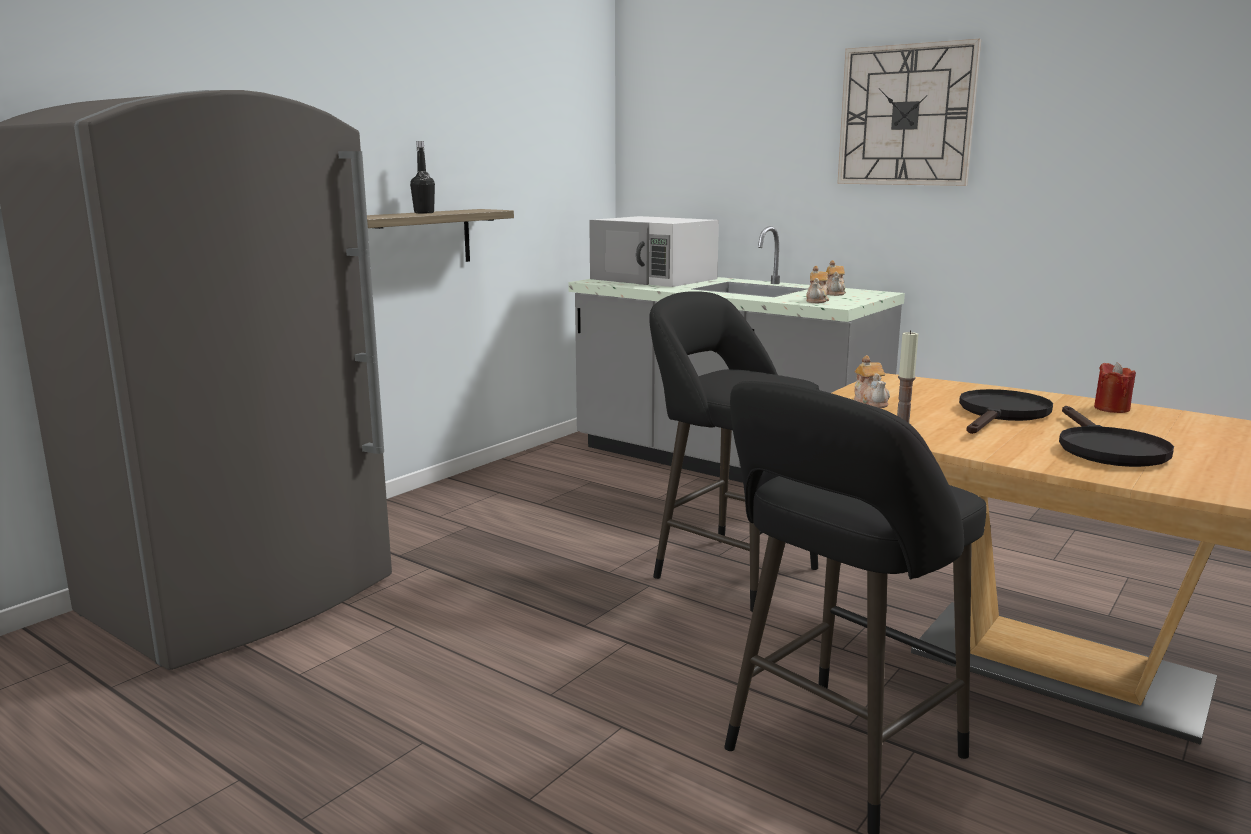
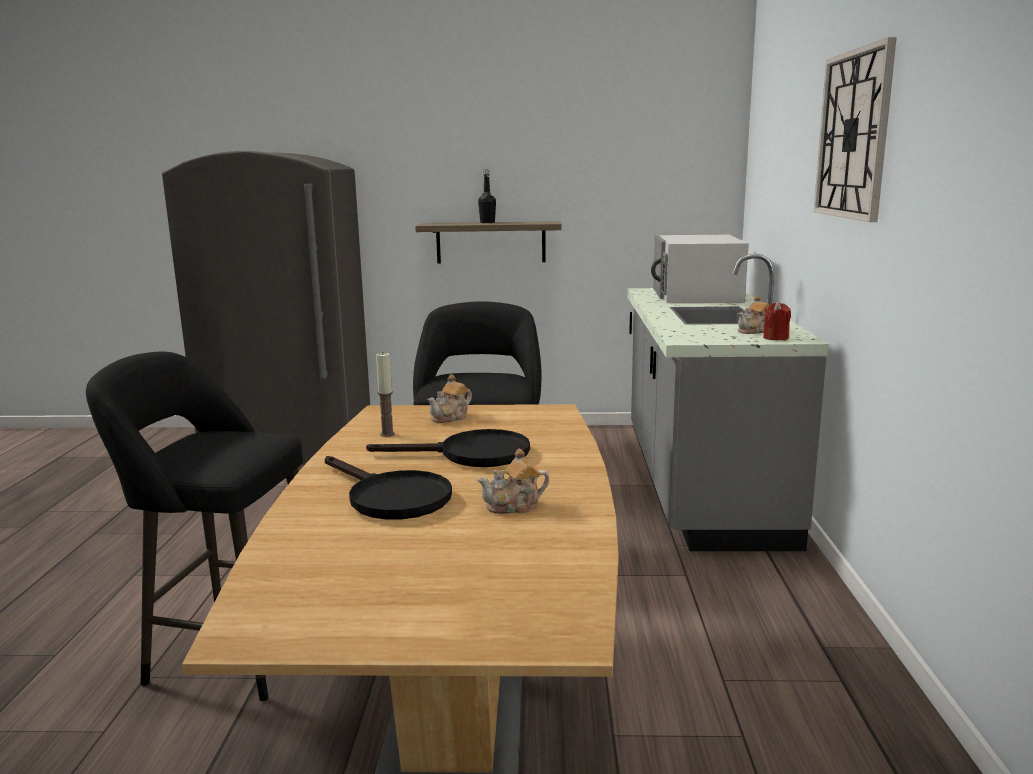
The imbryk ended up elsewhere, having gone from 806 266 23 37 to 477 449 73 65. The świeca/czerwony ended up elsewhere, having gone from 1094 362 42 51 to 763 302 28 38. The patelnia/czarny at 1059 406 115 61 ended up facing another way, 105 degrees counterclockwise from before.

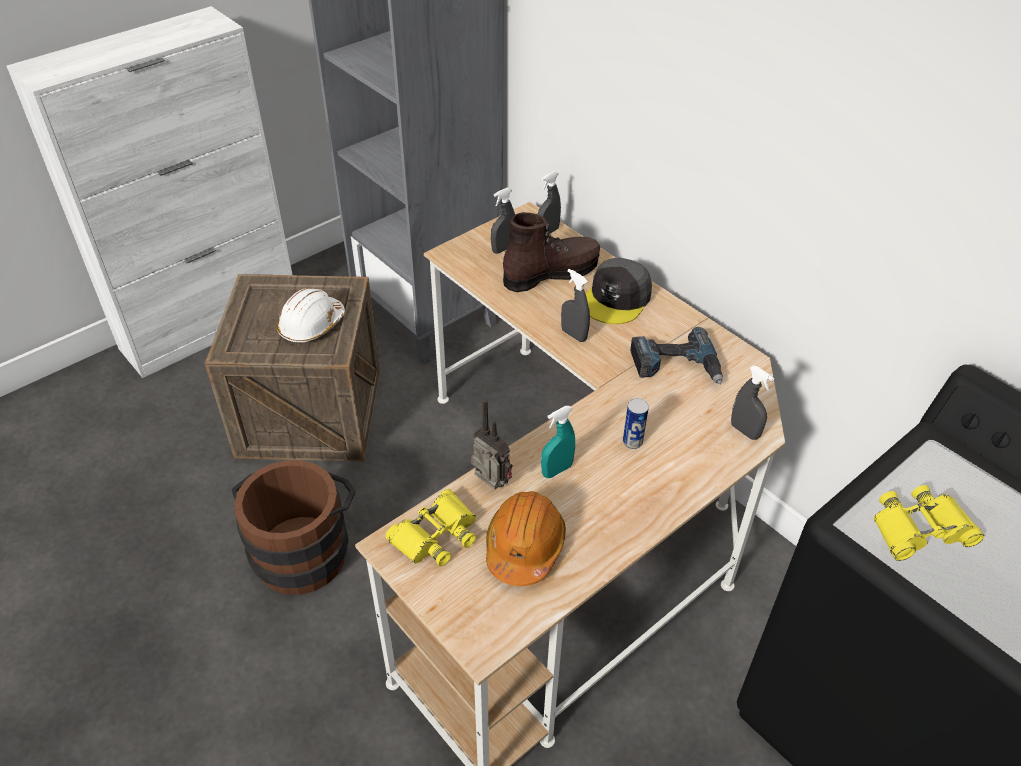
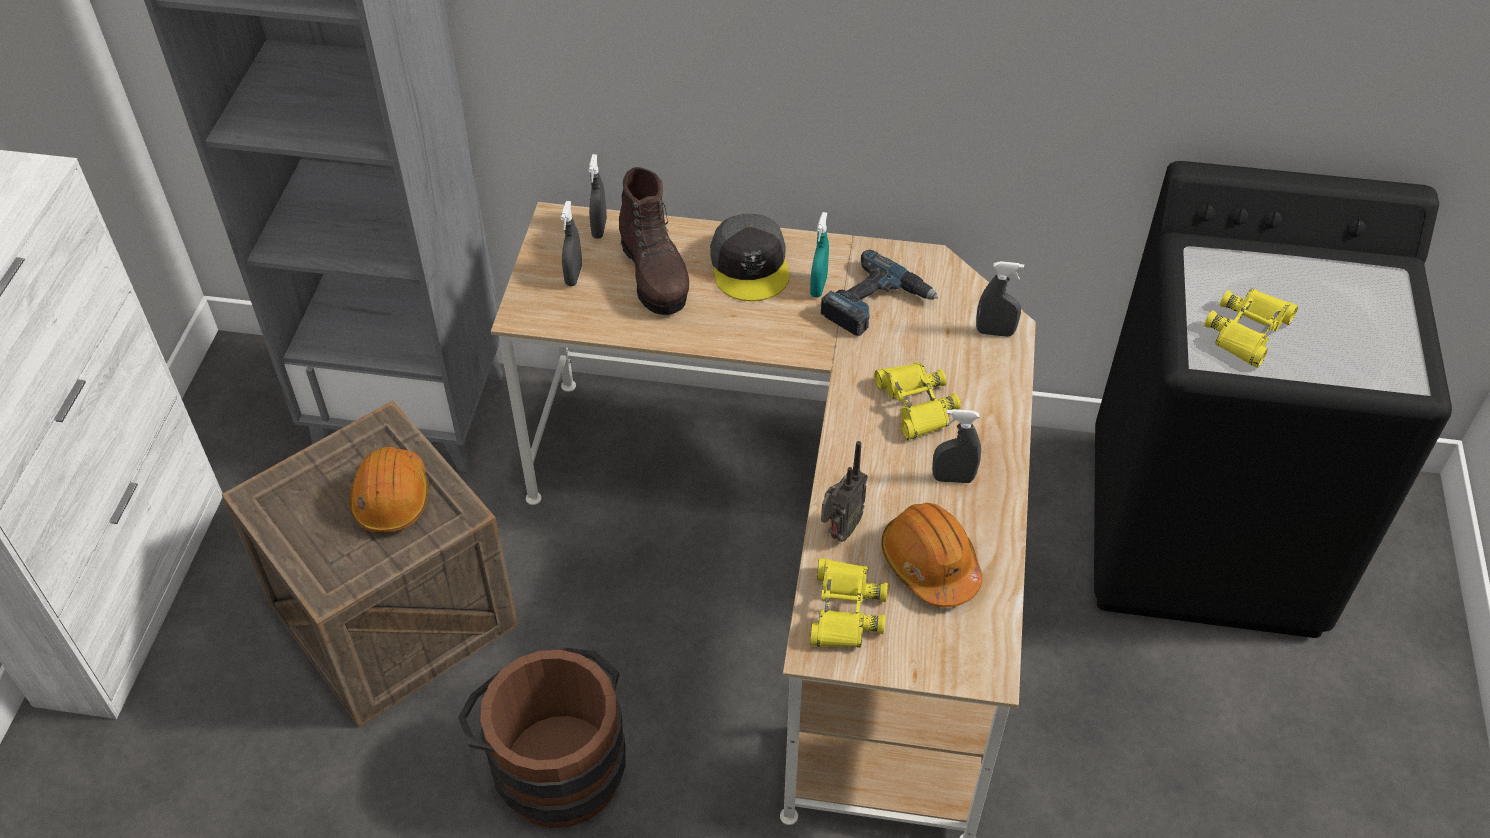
The spryskiwacz/turkusowy ended up elsewhere, having gone from 541 406 34 72 to 810 212 19 86. The spryskiwacz/szary ended up elsewhere, having gone from 561 269 29 73 to 932 409 49 74. Where the puszka stood at 623 398 26 51, the lornetka/żółty came to stand at 874 363 86 77. What was the kask/biały at 277 288 68 55 turned into the kask/pomarańczowy at 349 447 80 86. The radio at 470 399 43 90 ended up facing another way, 120 degrees clockwise from before. The but z cholewką/brązowy at 503 212 97 80 ended up facing another way, 135 degrees clockwise from before.

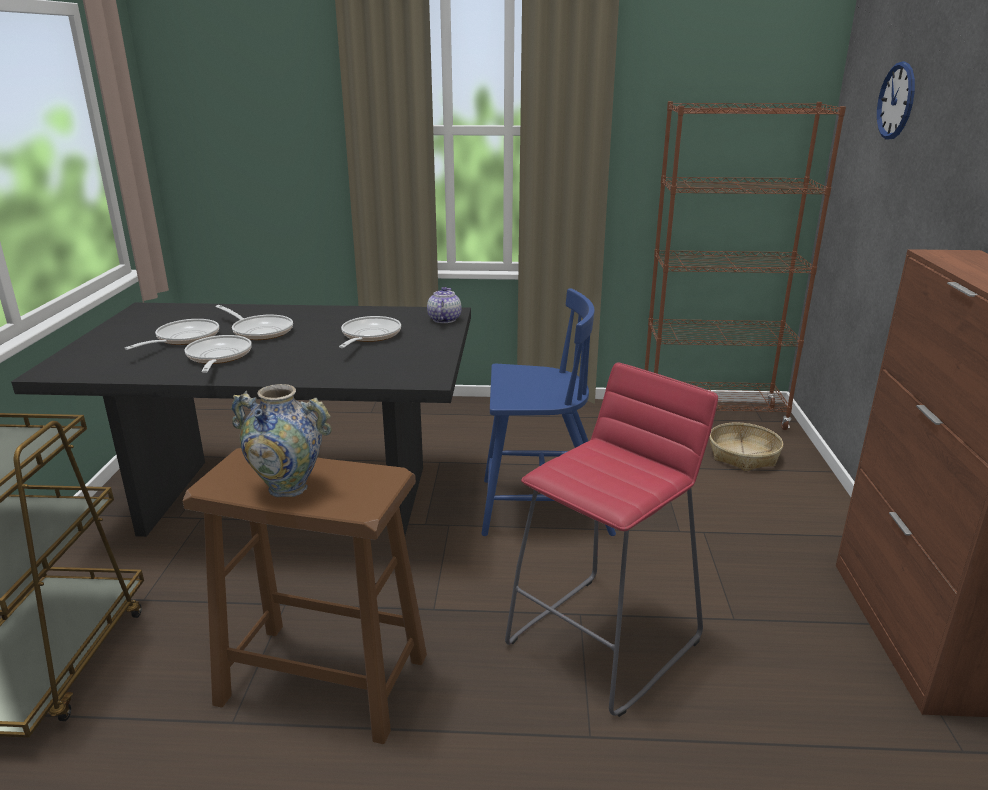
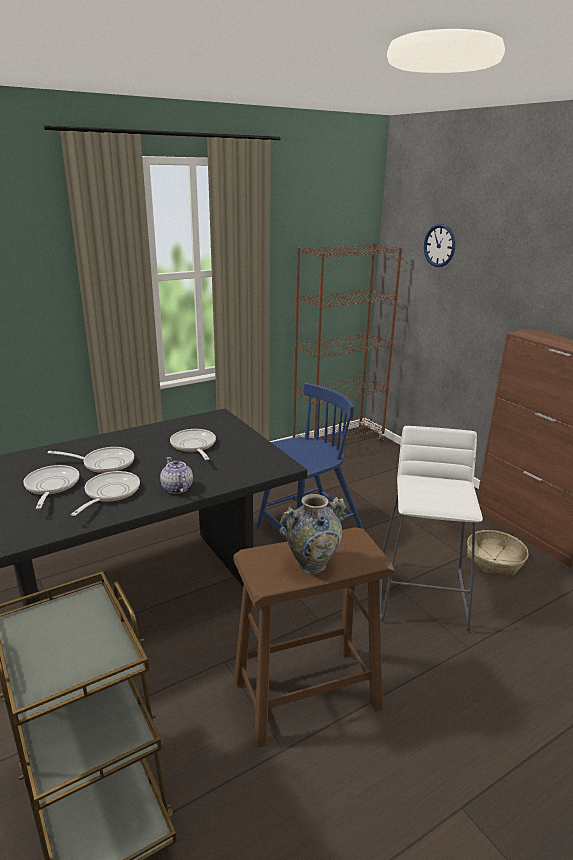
The imbryk ended up elsewhere, having gone from 427 287 35 36 to 160 457 33 37. The koszyk ended up elsewhere, having gone from 709 423 74 48 to 467 530 61 46. What was the stołek/czerwony at 505 363 213 354 turned into the stołek/biały at 379 426 104 205. The patelnia at 184 335 68 38 ended up facing another way, 60 degrees clockwise from before.

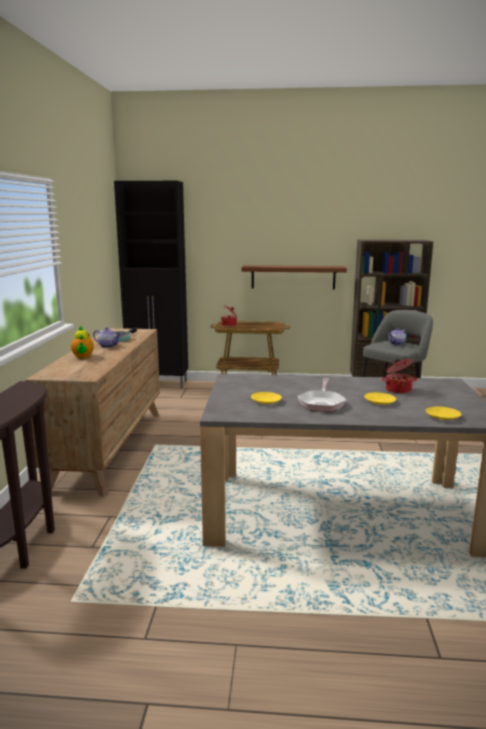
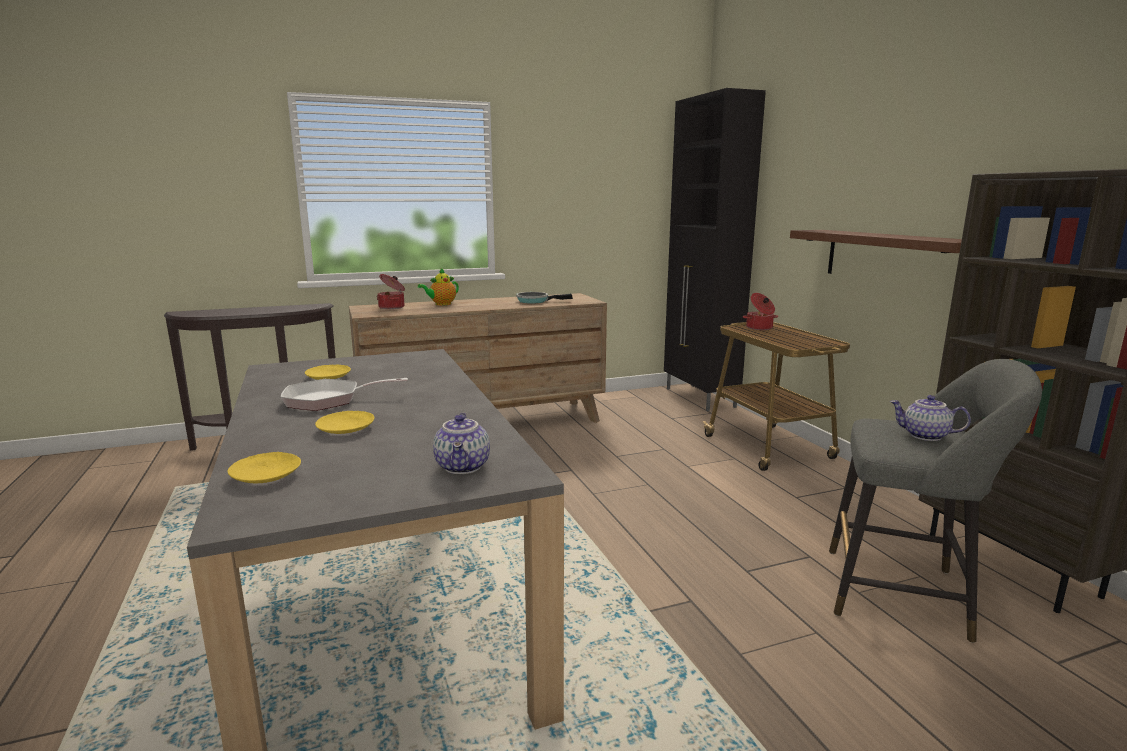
The imbryk ended up elsewhere, having gone from 93 327 29 21 to 433 413 57 61. The garnek ended up elsewhere, having gone from 381 359 37 35 to 377 274 28 35.

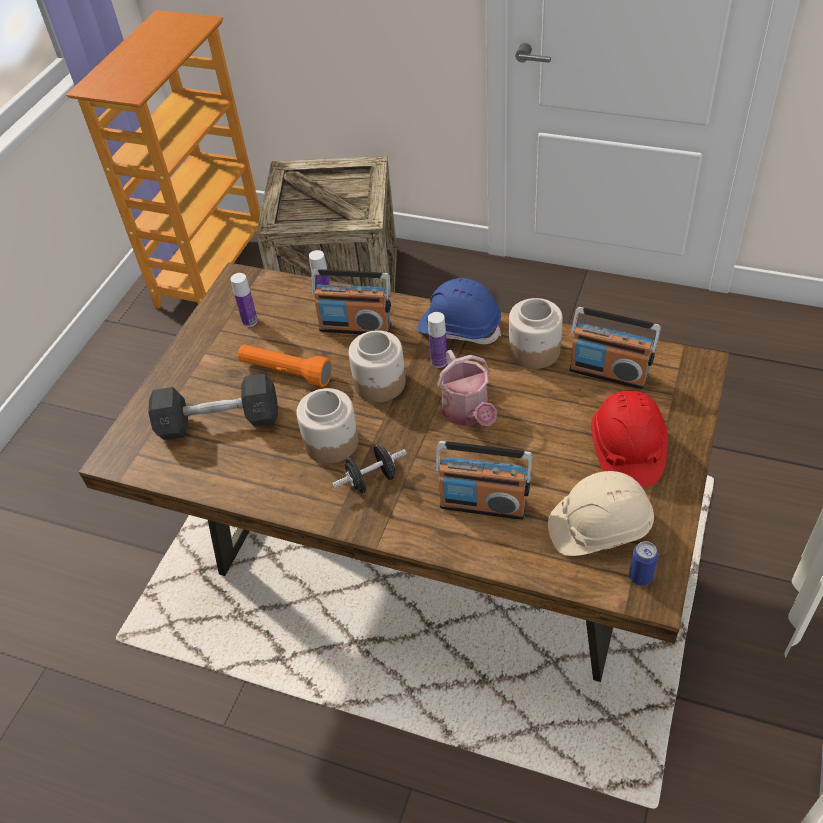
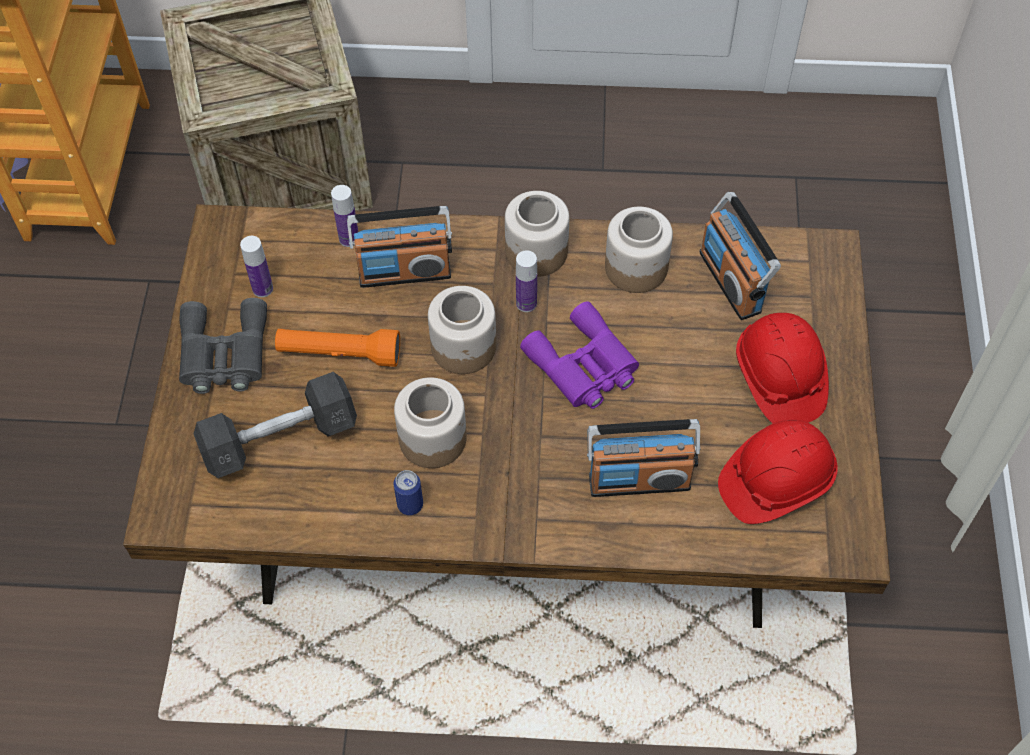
The second view lost the hantel/czarny at 332 445 75 48. The second view gained the lornetka/szary at 179 298 88 96. The puszka ended up elsewhere, having gone from 629 541 29 44 to 394 470 29 45. Where the kask/niebieski stood at 418 278 83 66, the słoik came to stand at 505 191 64 86. Where the konewka stood at 437 350 60 76, the lornetka/fioletowy came to stand at 520 301 119 108. What was the kask/beżowy at 548 471 106 85 turned into the kask/czerwony at 718 420 120 104. The radio at 569 307 92 82 ended up facing another way, 60 degrees clockwise from before.

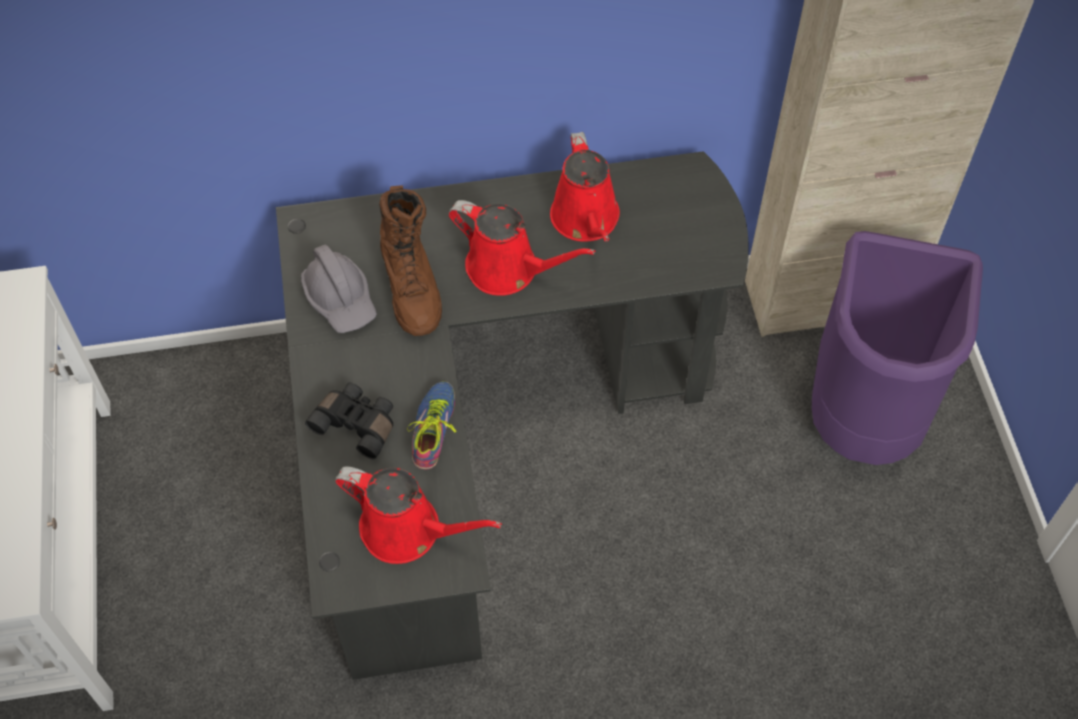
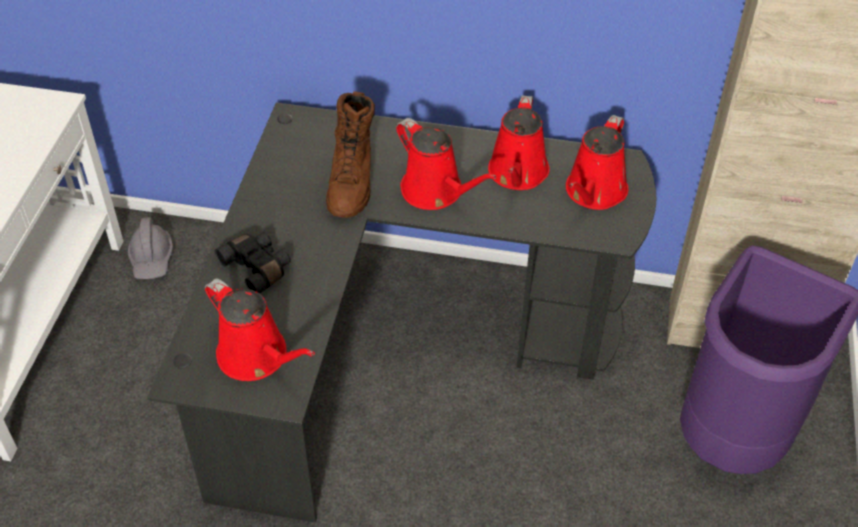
The second view lost the but at 407 382 50 87. The second view gained the konewka/czerwony at 566 115 62 95. The kask/szary ended up elsewhere, having gone from 301 244 76 89 to 128 217 45 62.

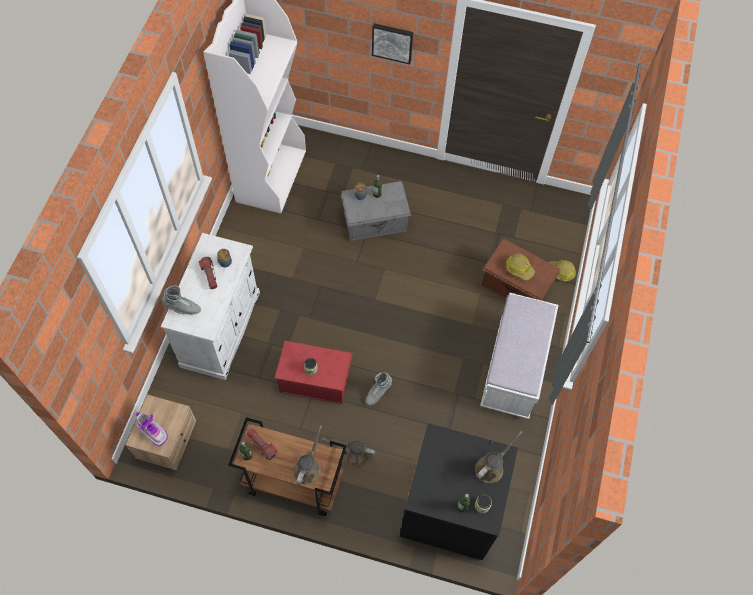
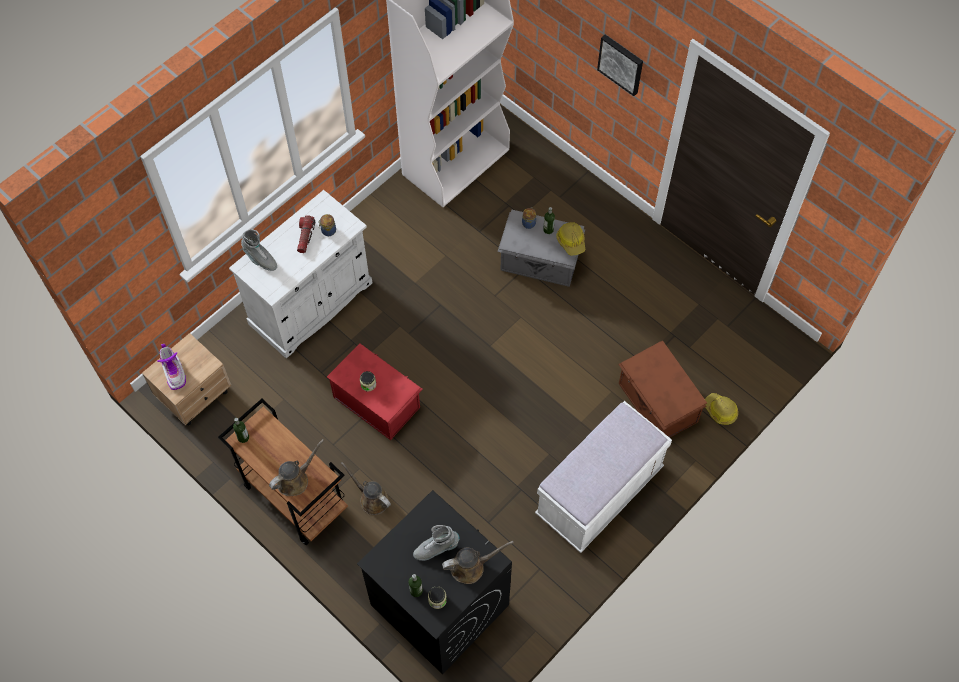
The second view lost the latarka at 247 428 31 32. The but z cholewką/szary ended up elsewhere, having gone from 366 372 26 33 to 413 525 47 36. The kask ended up elsewhere, having gone from 506 254 29 26 to 556 222 29 34.

